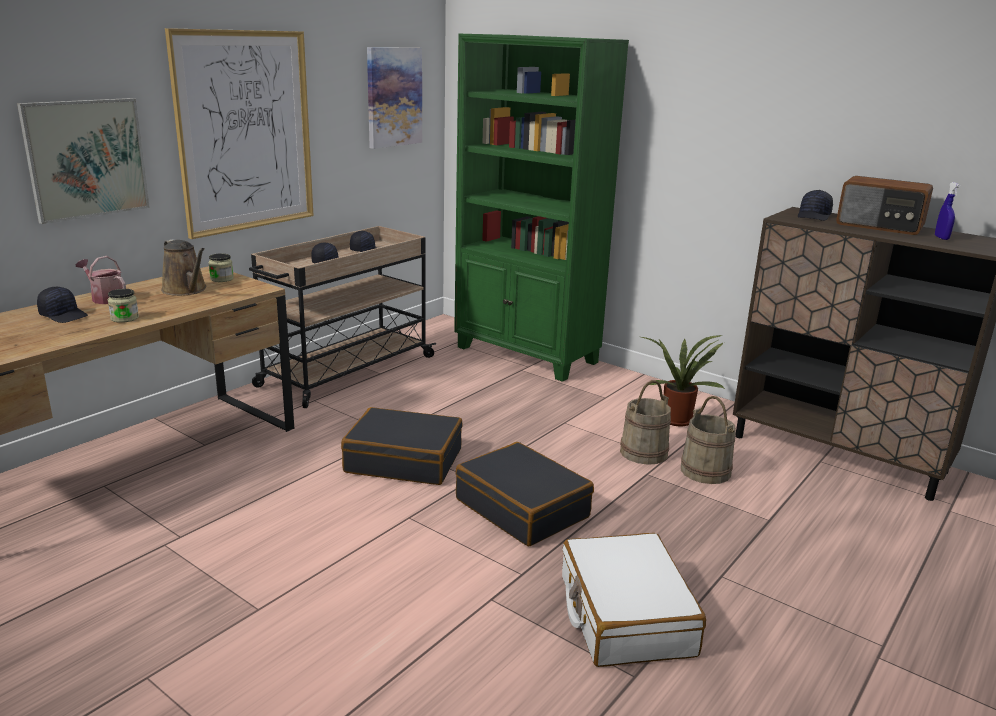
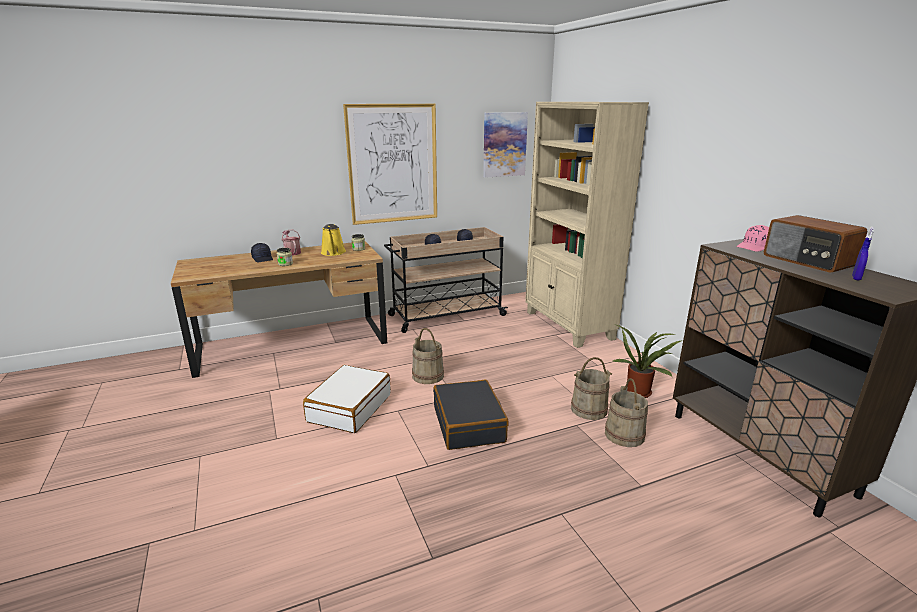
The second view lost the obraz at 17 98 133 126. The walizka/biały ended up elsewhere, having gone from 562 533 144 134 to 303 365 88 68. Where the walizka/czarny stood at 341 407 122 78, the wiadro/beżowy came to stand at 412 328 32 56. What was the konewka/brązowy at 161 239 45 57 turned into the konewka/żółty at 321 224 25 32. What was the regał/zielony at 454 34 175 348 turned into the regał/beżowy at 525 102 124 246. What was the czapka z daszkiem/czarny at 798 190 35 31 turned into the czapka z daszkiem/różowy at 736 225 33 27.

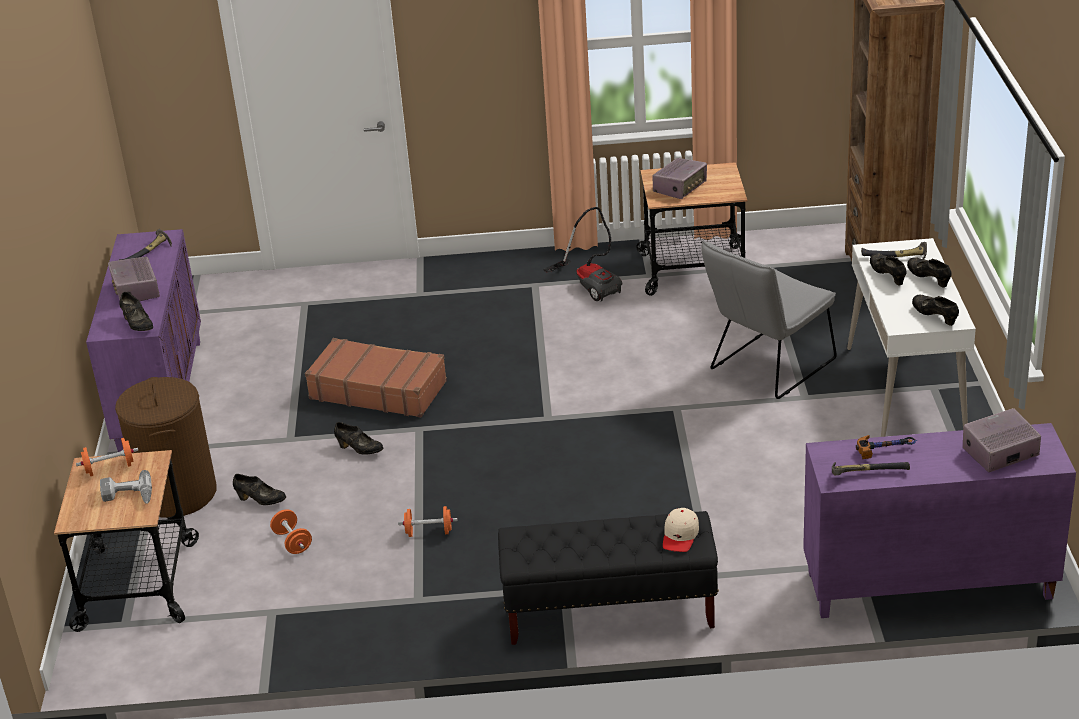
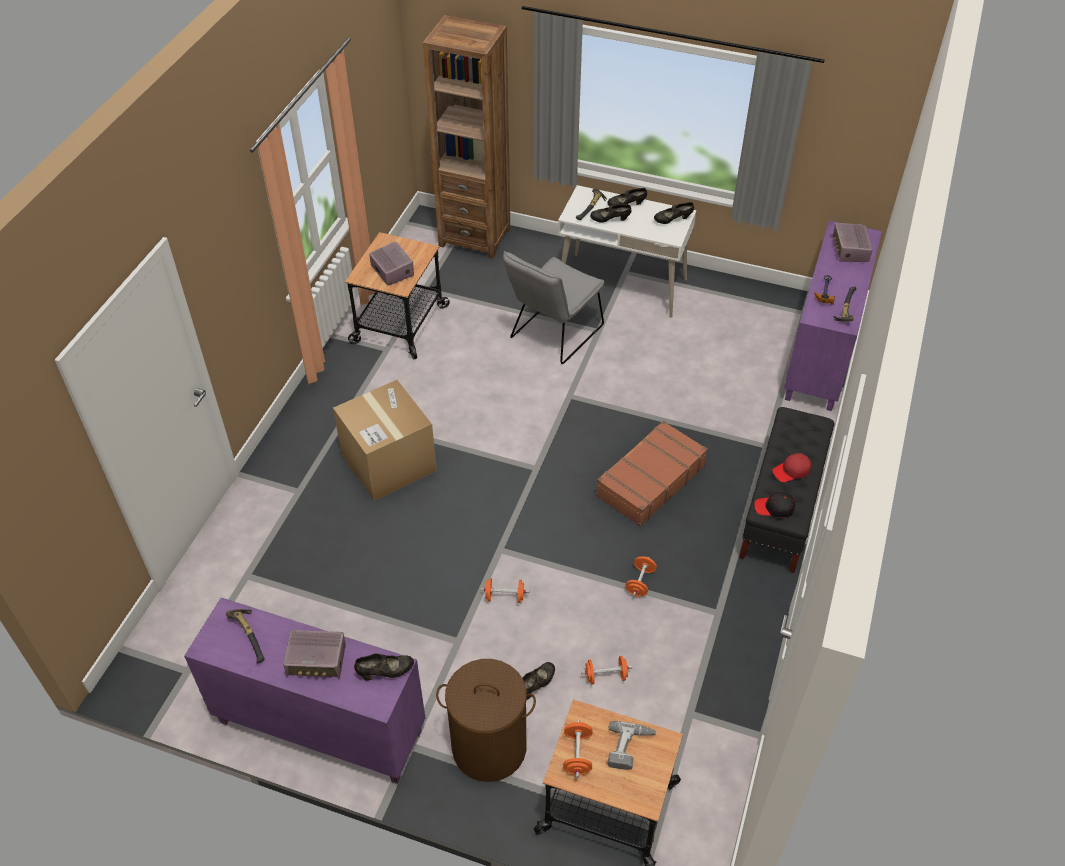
The second view lost the odkurzacz at 543 207 79 94. The second view lost the czapka z daszkiem/beżowy at 663 508 36 44. The second view gained the karton at 333 380 104 121. The second view gained the czapka z daszkiem/czarny at 754 492 41 26. The second view gained the czapka z daszkiem/czerwony at 772 453 39 29. The walizka/brązowy ended up elsewhere, having gone from 305 338 142 80 to 596 421 112 106. Where the but/czarny stood at 334 422 50 33, the hantel/pomarańczowy came to stand at 480 578 49 25. The krzesło/szary at 701 240 136 159 ended up facing another way, 60 degrees clockwise from before.

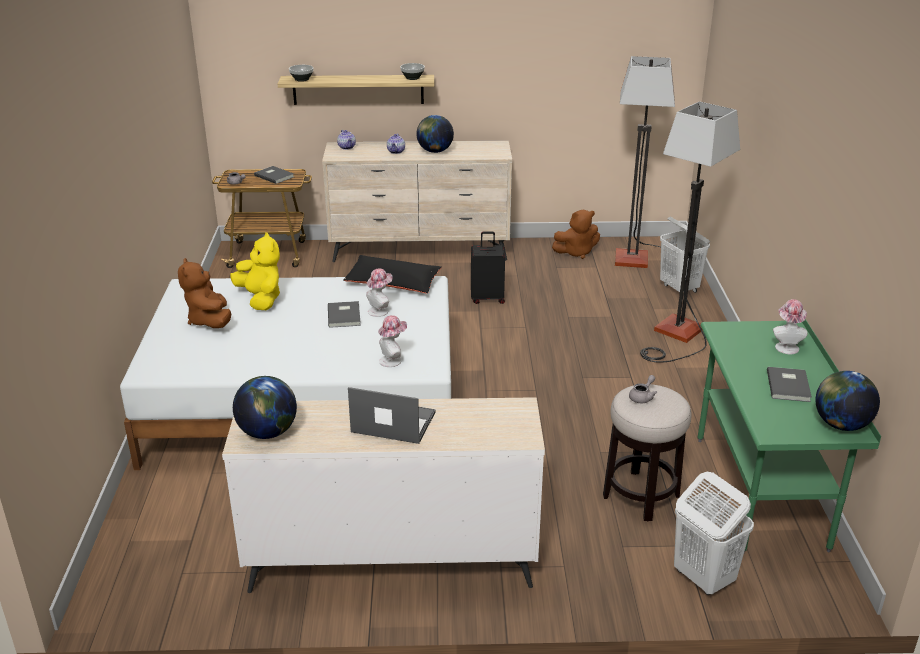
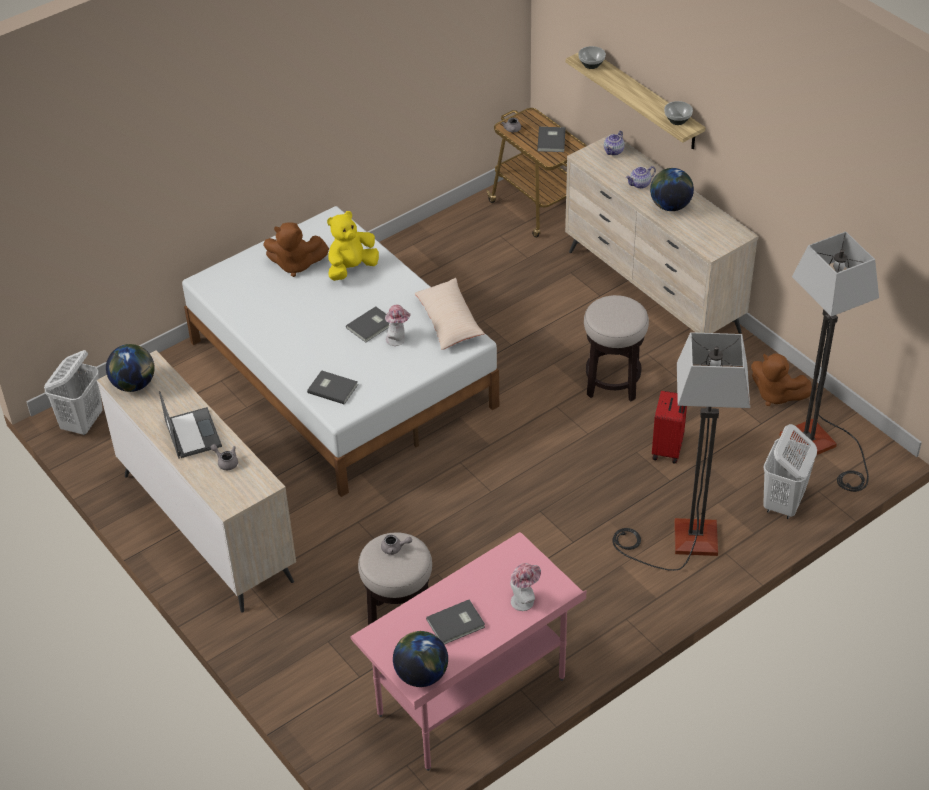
The second view gained the imbryk/szary at 211 444 27 26. The second view gained the walizka/czerwony at 652 391 35 73. The kosz na pranie/biały ended up elsewhere, having gone from 674 472 80 123 to 44 350 59 85. Where the kapelusz stood at 378 315 29 52, the książka/szary came to stand at 307 370 51 35. Where the walizka/czarny stood at 471 232 34 72, the stołek came to stand at 584 295 65 107. What was the poduszka/czarny at 343 255 99 38 turned into the poduszka/beżowy at 415 278 70 72. What was the biurko/zielony at 698 319 183 234 turned into the biurko/różowy at 350 532 237 239. The pluszak/brązowy at 178 258 53 70 ended up facing another way, 120 degrees counterclockwise from before. The pluszak/żółty at 230 232 50 78 ended up facing another way, 150 degrees counterclockwise from before.

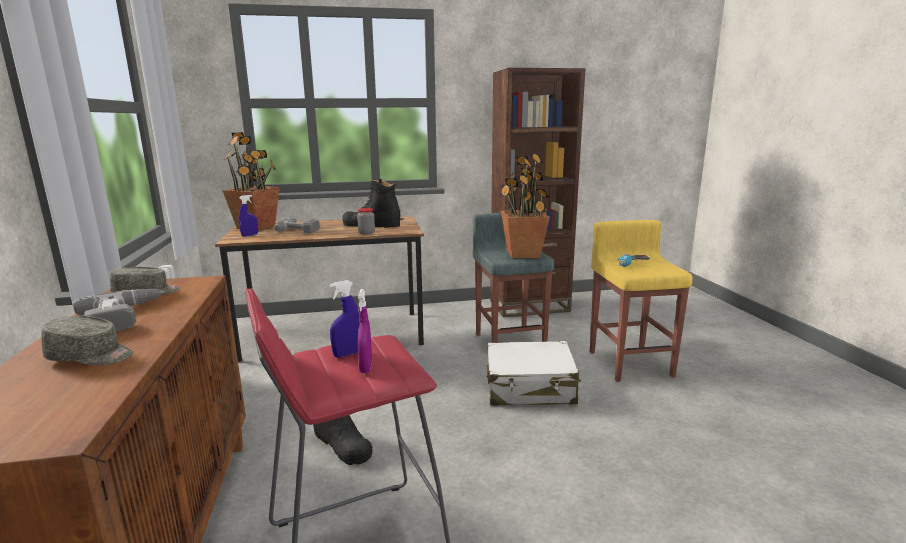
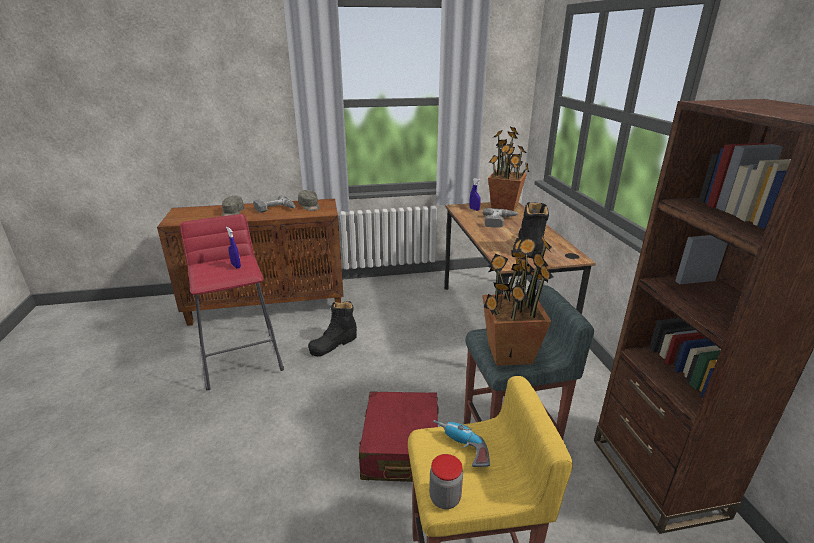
The second view lost the spryskiwacz/fioletowy at 358 289 14 84. The słoik ended up elsewhere, having gone from 357 208 18 27 to 429 454 34 55. What was the walizka/biały at 486 341 95 65 turned into the walizka/czerwony at 359 392 80 90.

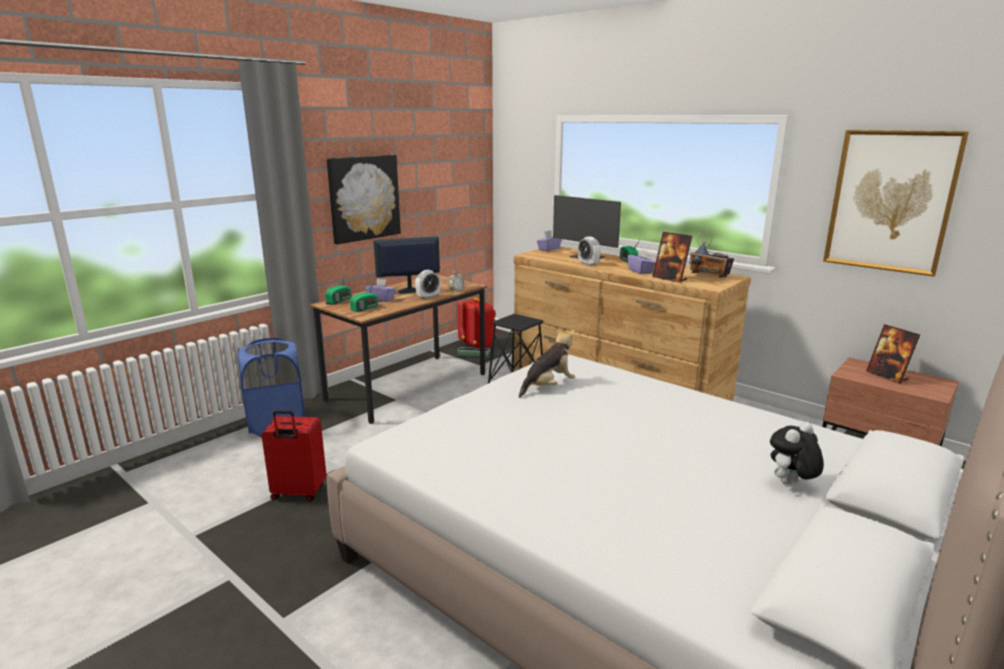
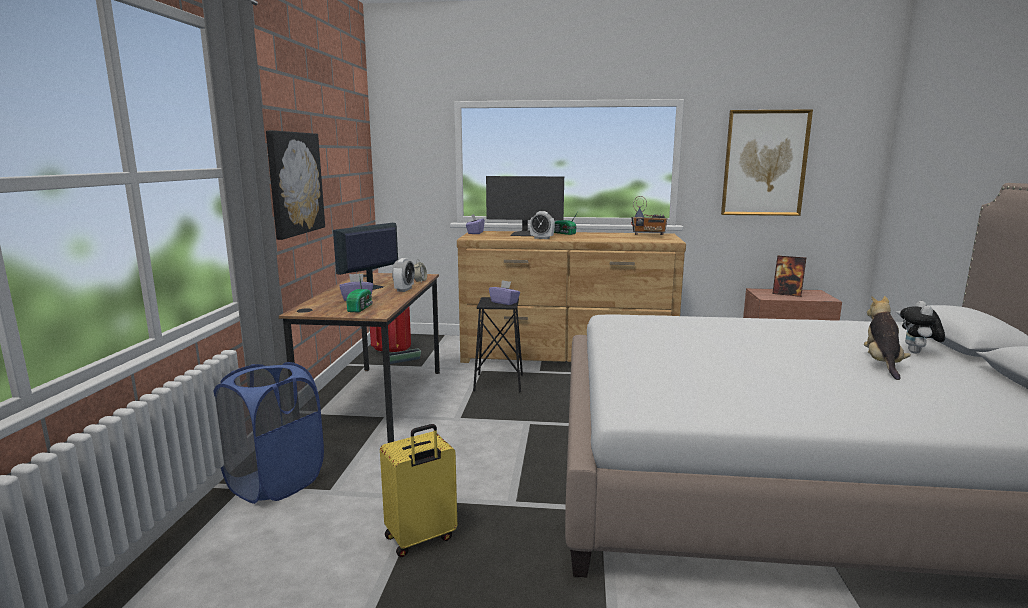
The second view lost the radio at 325 278 26 26. The second view lost the ramka na zdjęcie at 652 232 40 51. The pluszak ended up elsewhere, having gone from 519 327 56 71 to 864 296 47 84. The pudełko chusteczek/fioletowy ended up elsewhere, having gone from 627 250 28 24 to 489 280 31 25. What was the walizka/czerwony at 261 410 65 91 turned into the walizka/żółty at 380 424 77 133.

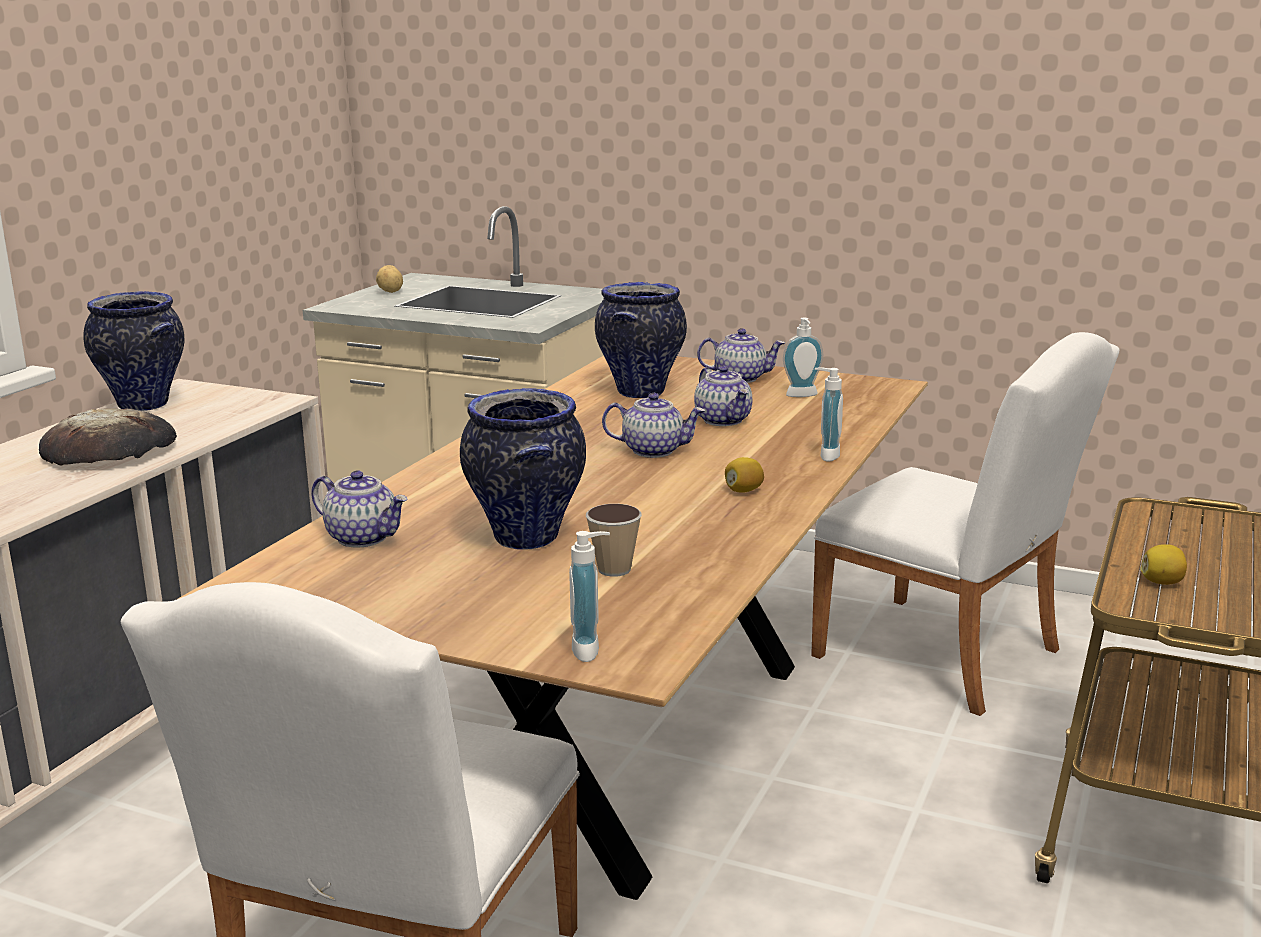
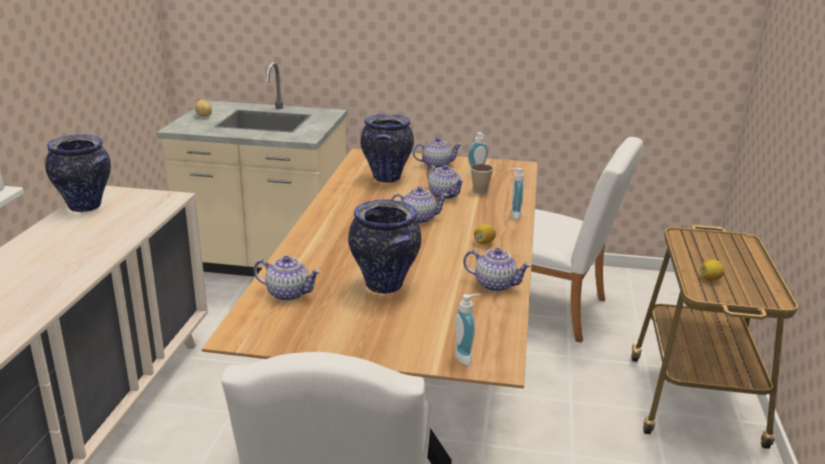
The second view lost the chleb at 39 408 138 57. The second view gained the imbryk at 463 248 69 44. The filiżanka ended up elsewhere, having gone from 586 504 56 73 to 470 164 24 30.

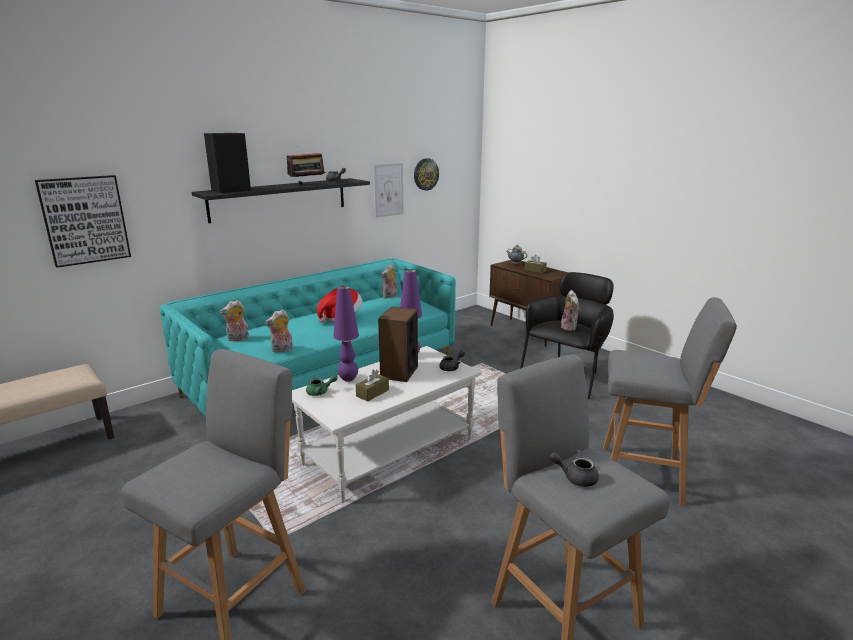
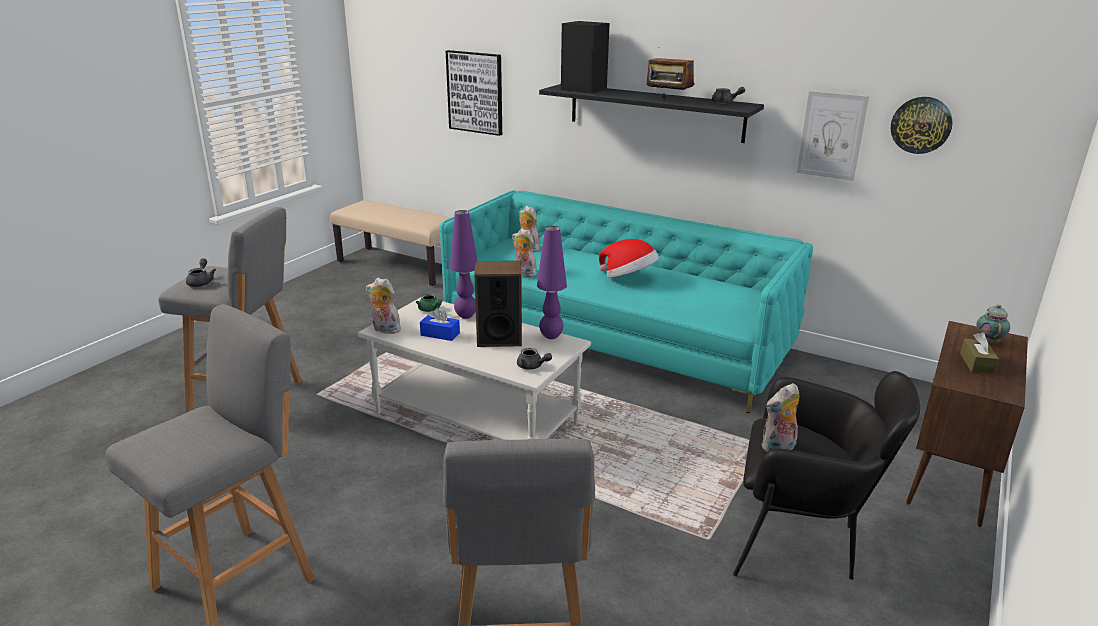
The pluszak ended up elsewhere, having gone from 381 264 17 34 to 366 278 35 56. The imbryk/szary ended up elsewhere, having gone from 549 450 50 37 to 186 258 30 29. What was the pudełko chusteczek/brązowy at 356 370 33 31 turned into the pudełko chusteczek/niebieski at 420 308 40 33.

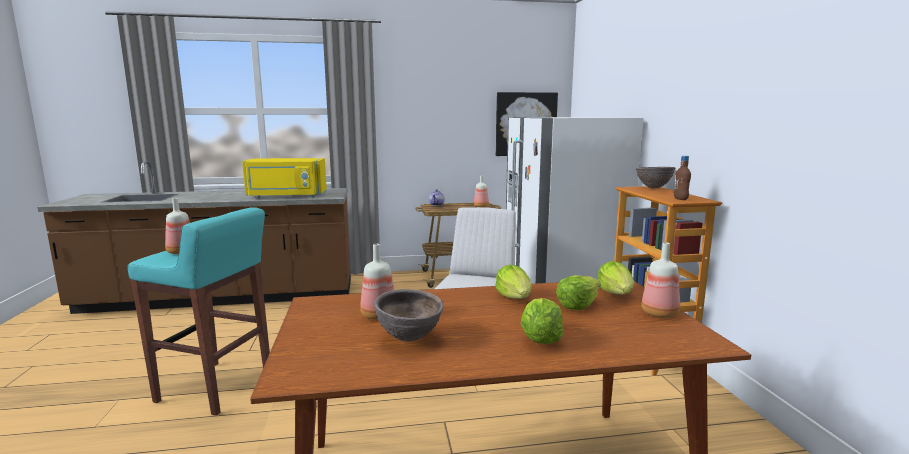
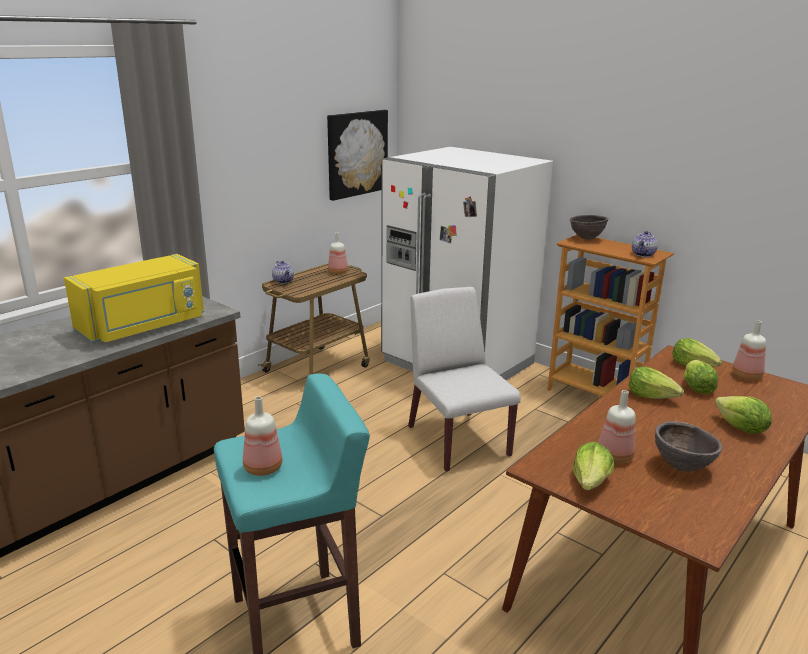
The second view gained the sałata at 573 441 42 50. Where the butelka/brązowy stood at 674 156 17 44, the imbryk came to stand at 632 231 26 26.

